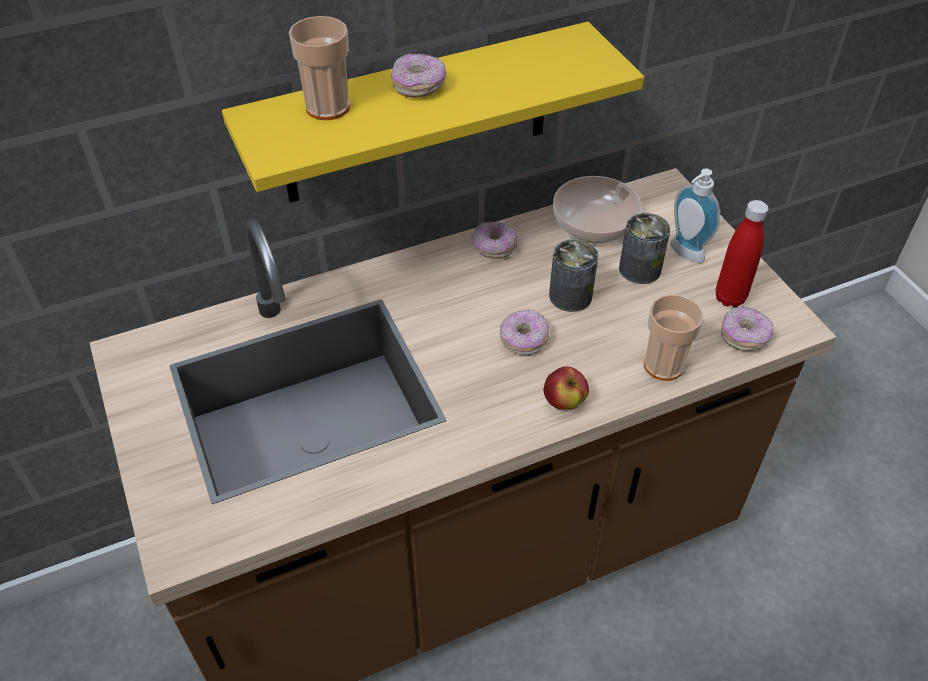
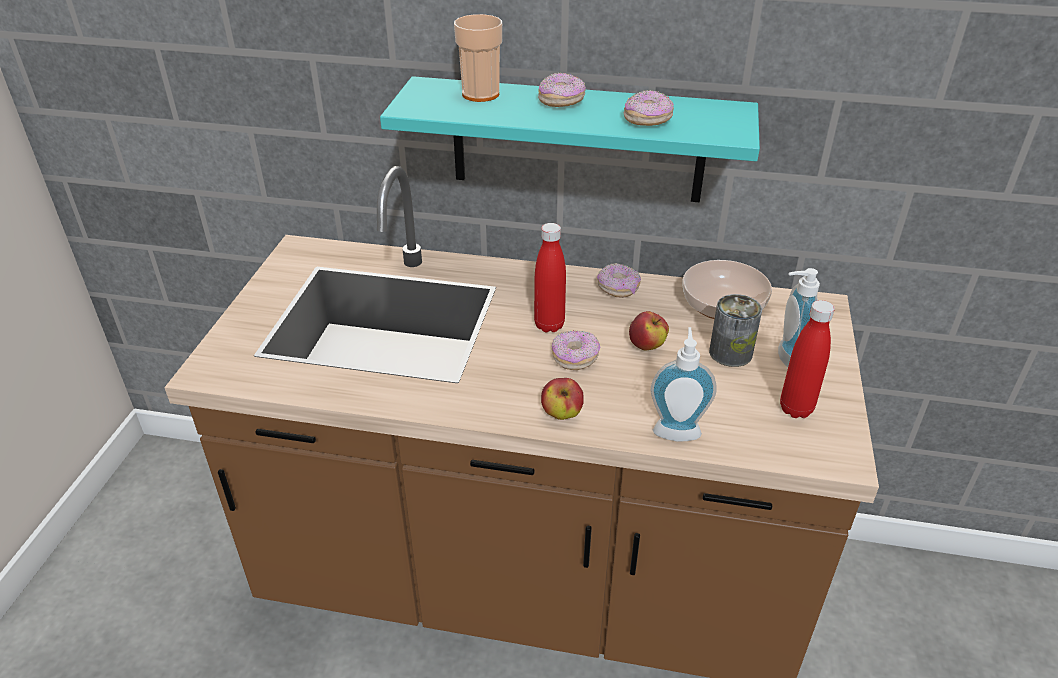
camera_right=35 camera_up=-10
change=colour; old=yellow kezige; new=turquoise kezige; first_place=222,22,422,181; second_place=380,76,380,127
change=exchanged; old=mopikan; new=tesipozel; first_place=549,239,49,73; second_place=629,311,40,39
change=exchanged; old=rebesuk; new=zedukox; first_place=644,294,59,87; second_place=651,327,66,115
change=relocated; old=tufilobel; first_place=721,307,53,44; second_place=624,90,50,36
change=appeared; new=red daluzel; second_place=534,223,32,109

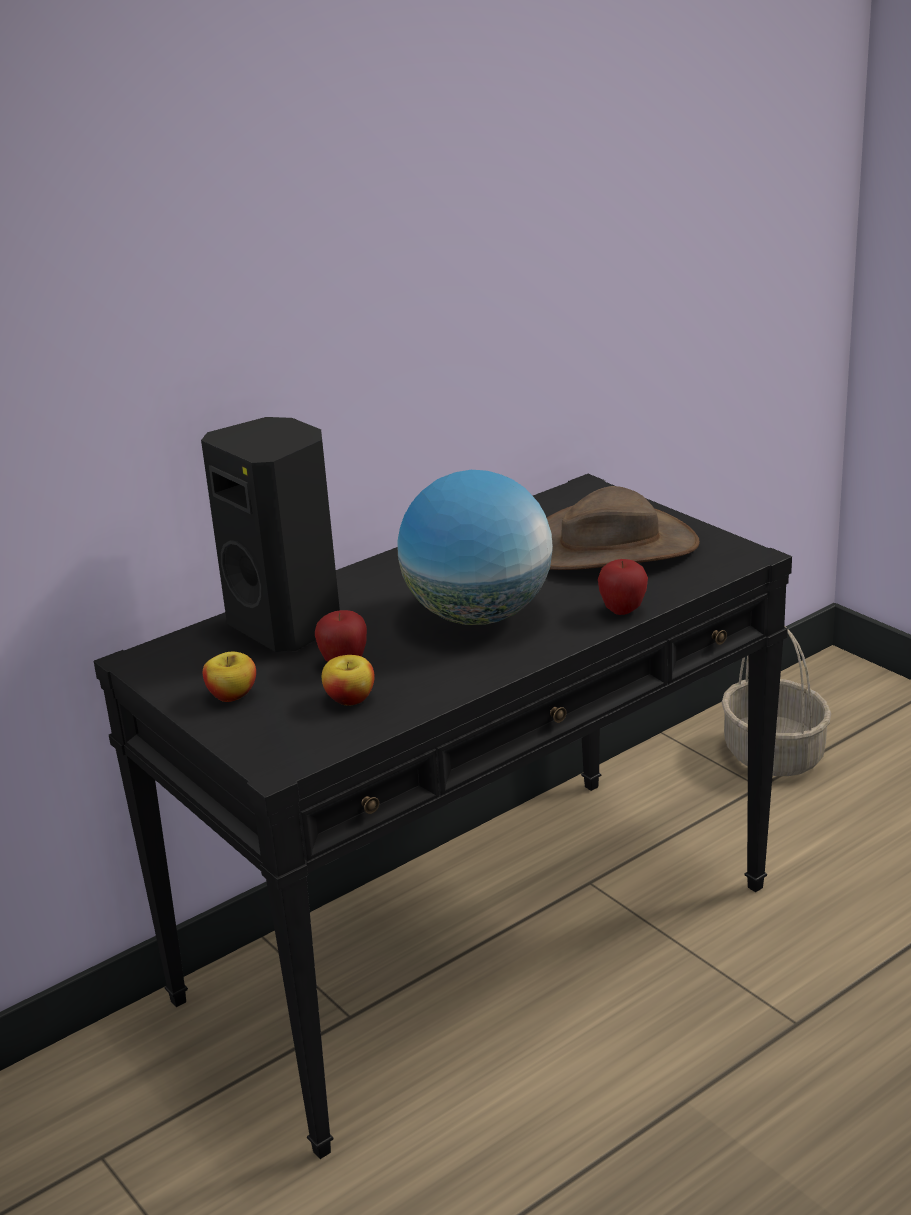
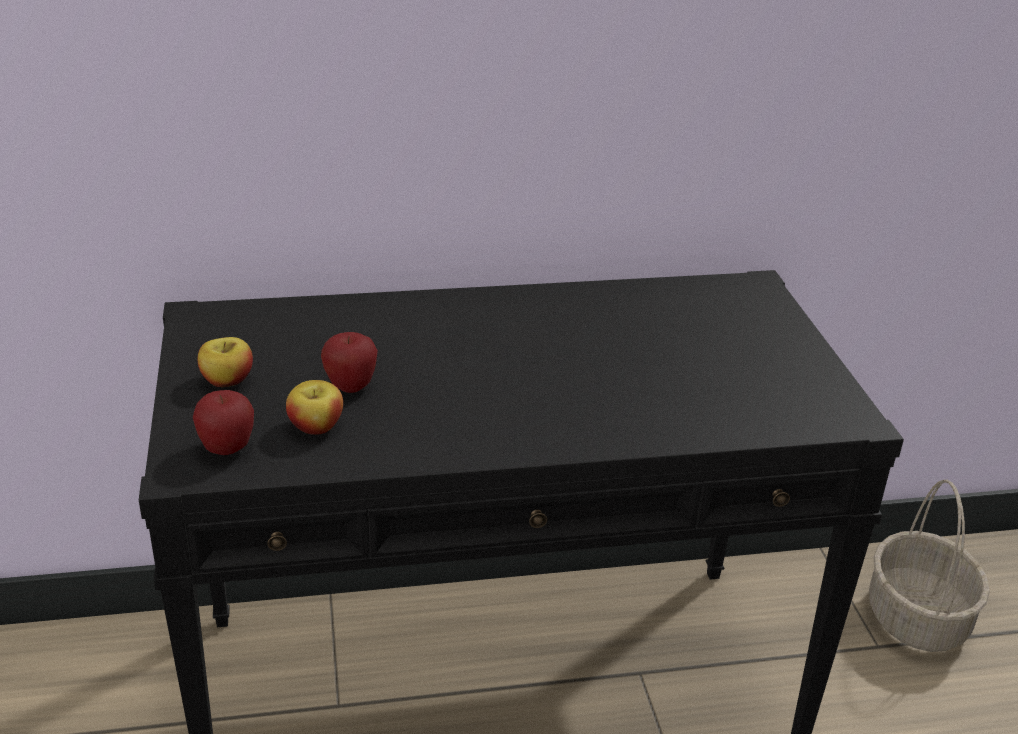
camera_right=25 camera_up=5
change=missing; old=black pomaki; first_place=201,417,139,235
change=missing; old=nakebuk; first_place=397,470,156,155
change=missing; old=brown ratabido; first_place=547,486,153,84
change=relocated; old=tesipozel; first_place=598,559,50,56; second_place=193,390,61,65

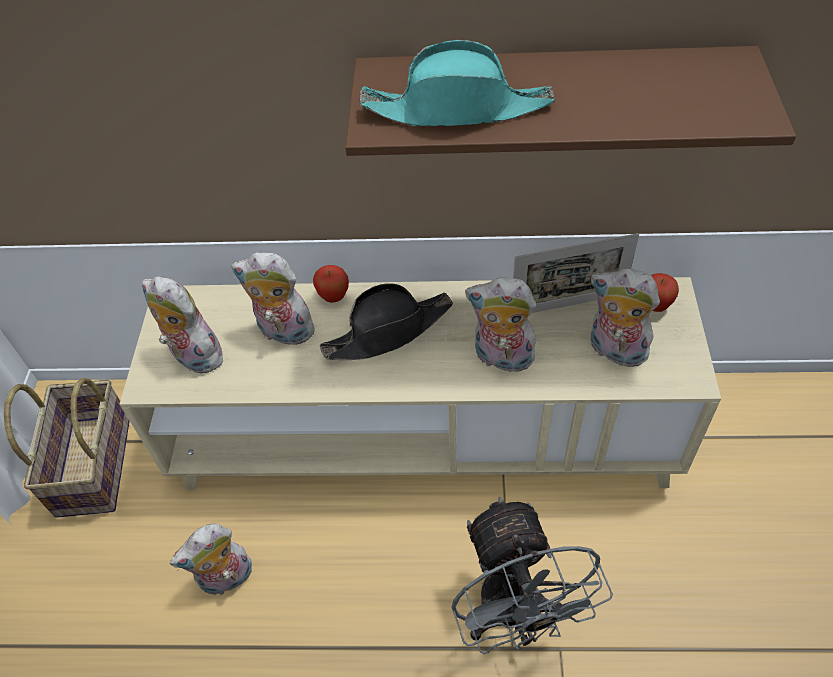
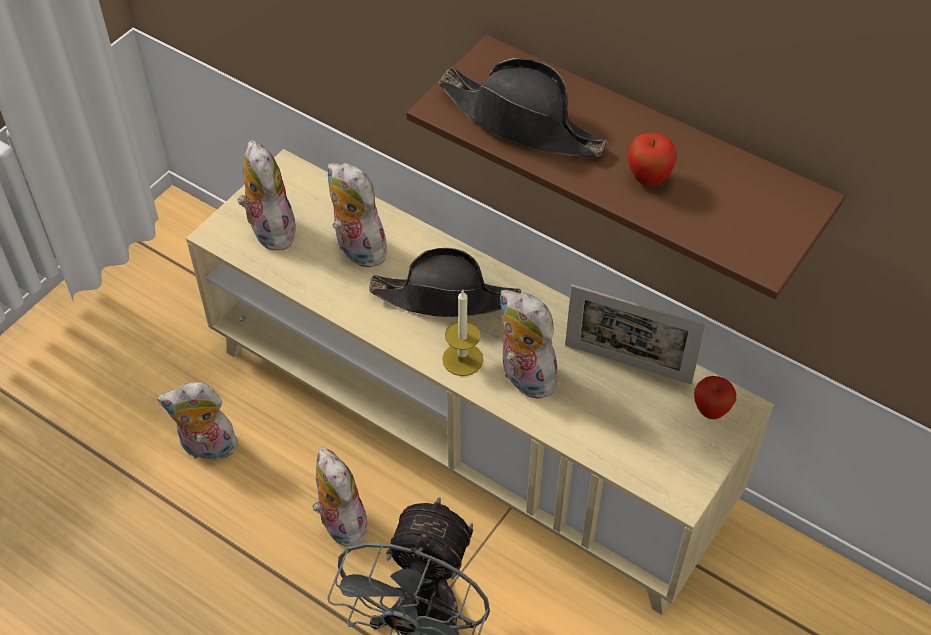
camera_right=30 camera_up=0
change=colour; old=turquoise ratabido; new=black ratabido; first_place=360,40,195,86; second_place=438,58,170,99
change=relocated; old=tesipozel; first_place=313,265,36,38; second_place=628,133,49,53
change=relocated; old=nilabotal; first_place=590,268,70,99; second_place=312,447,59,99
change=missing; old=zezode; first_place=4,378,126,140
change=appeared; new=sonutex; second_place=442,290,41,86

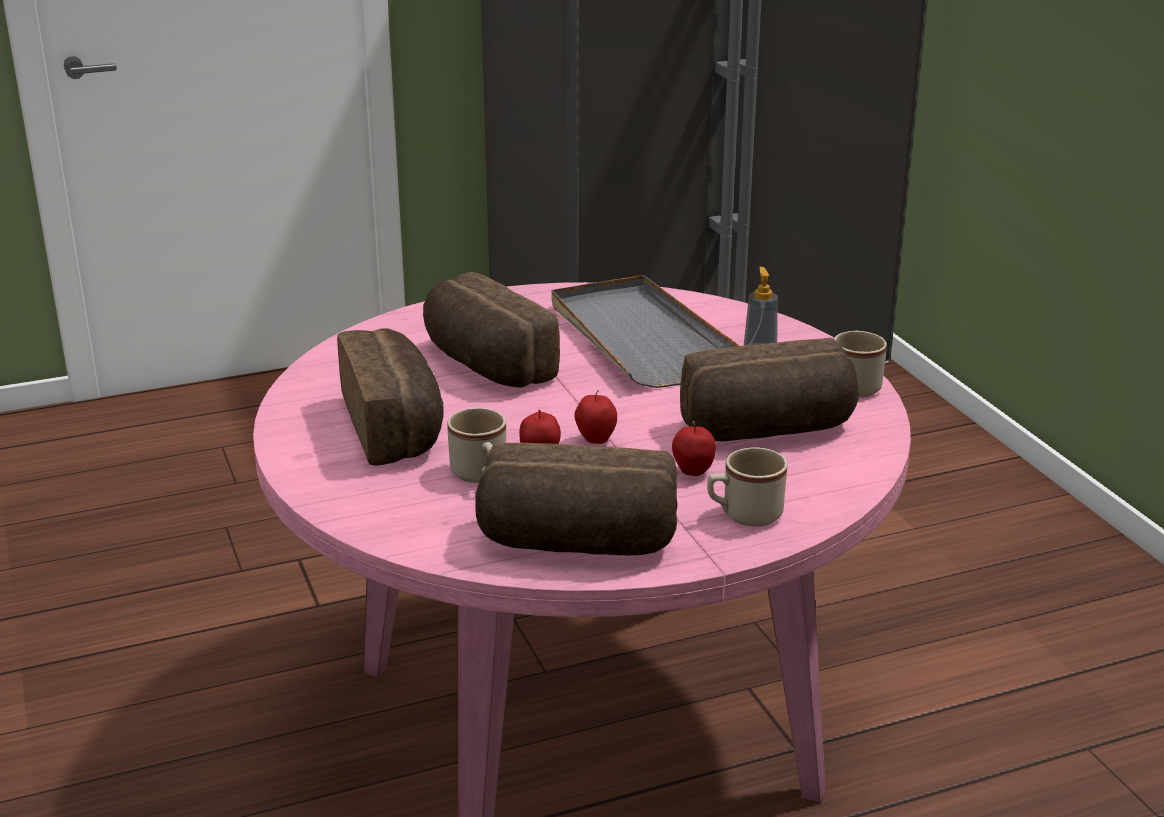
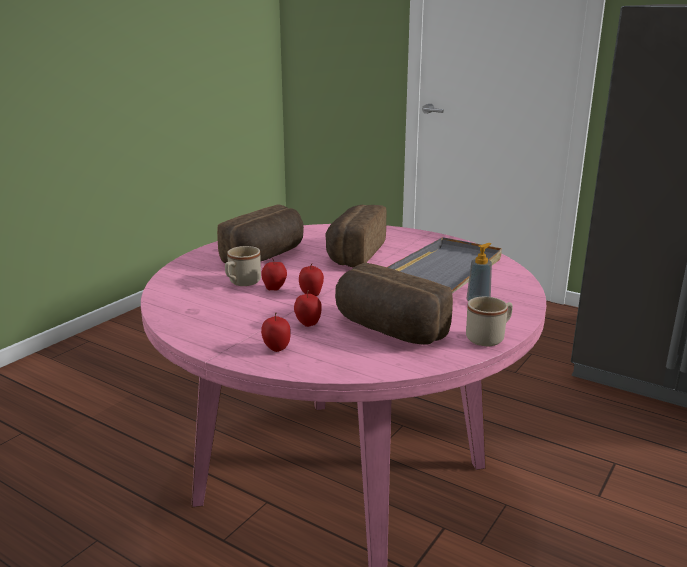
camera_right=55 camera_up=-5
change=missing; old=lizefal; first_place=475,443,203,112
change=exchanged; old=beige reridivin; new=tesipozel; first_place=707,447,81,80; second_place=261,313,29,39

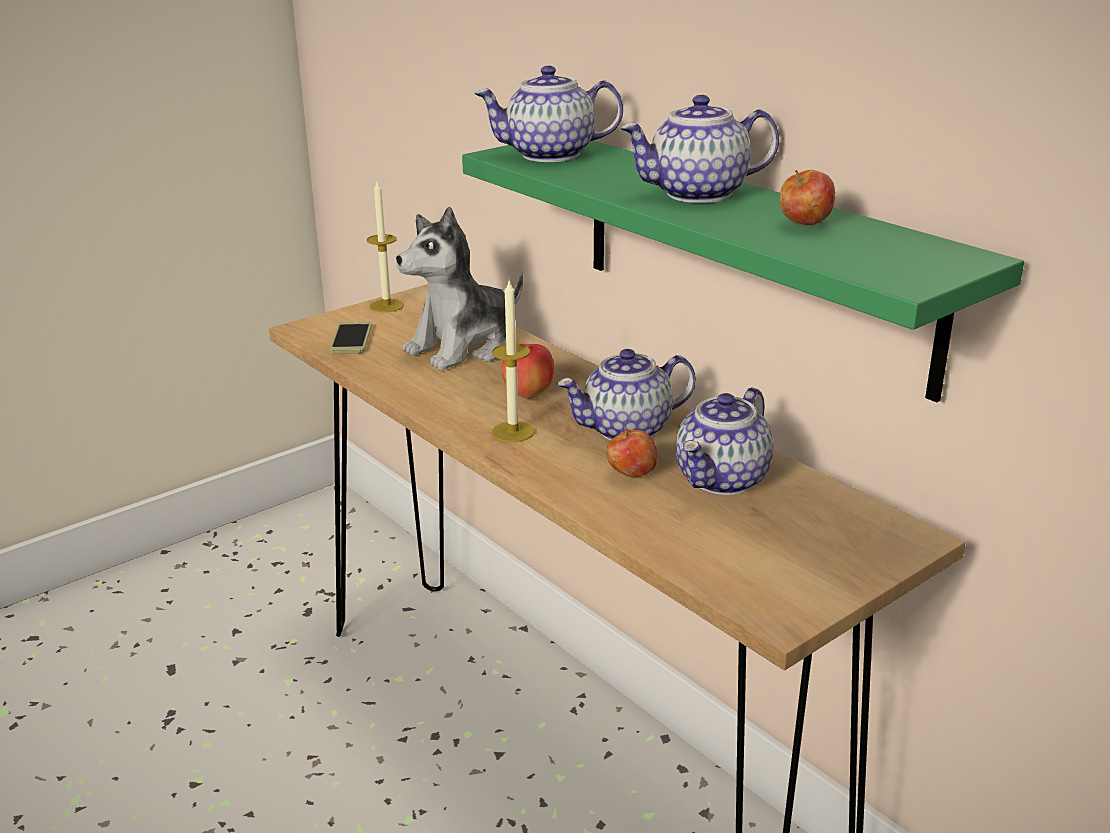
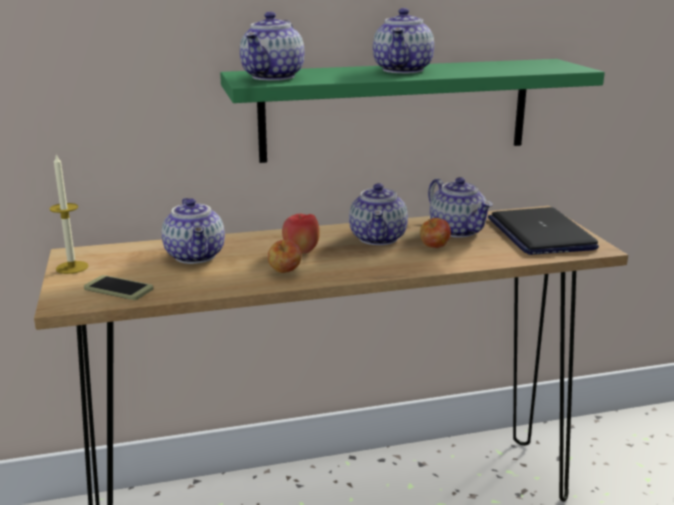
camera_right=-65 camera_up=-5
change=relocated; old=tesipozel; first_place=780,170,55,55; second_place=268,240,34,33
change=exchanged; old=nilabotal; new=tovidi; first_place=396,207,127,164; second_place=162,198,63,66
change=missing; old=sonutex; first_place=492,281,43,161
change=appeared; new=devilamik; second_place=488,207,111,48

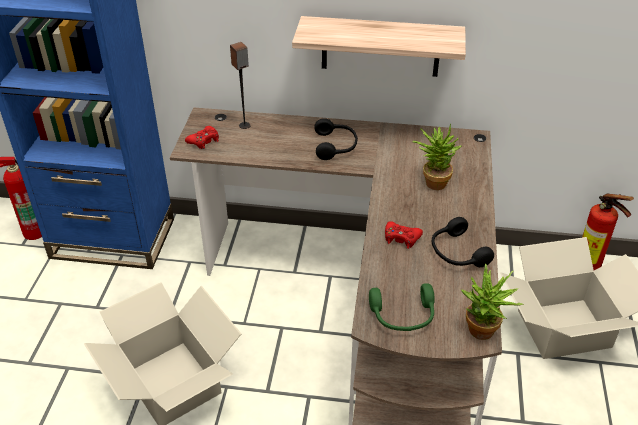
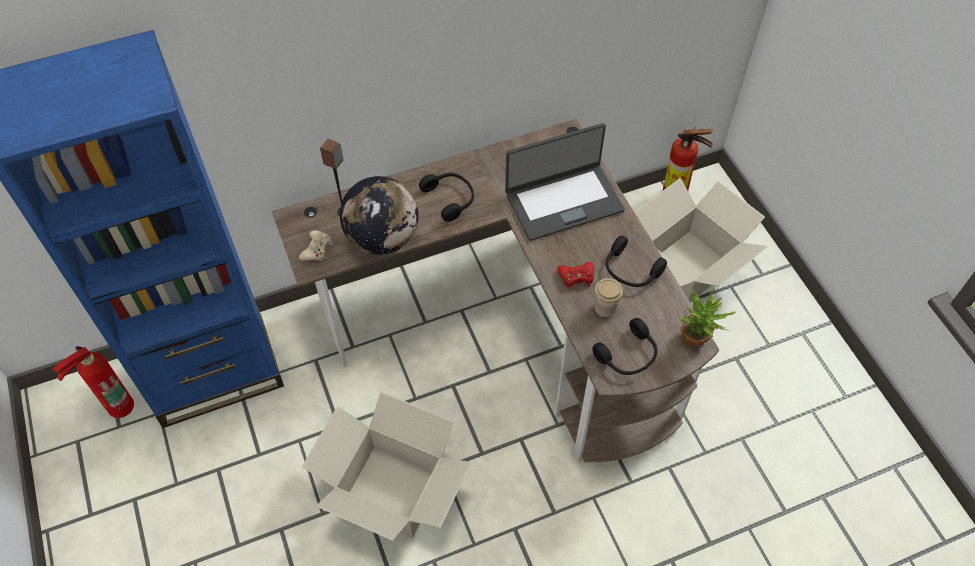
camera_right=-30 camera_up=15
change=missing; old=kezige; first_place=292,16,174,61
change=exchanged; old=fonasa; new=devilamik; first_place=412,123,49,67; second_place=505,123,120,118
change=colour; old=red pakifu; new=beige pakifu; first_place=185,126,34,23; second_place=299,230,34,31
change=colour; old=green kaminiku; new=black kaminiku; first_place=369,283,66,48; second_place=592,318,66,57
change=appeared; new=nakebuk; second_place=340,176,78,79
change=appeared; new=rebesuk; second_place=594,278,29,39

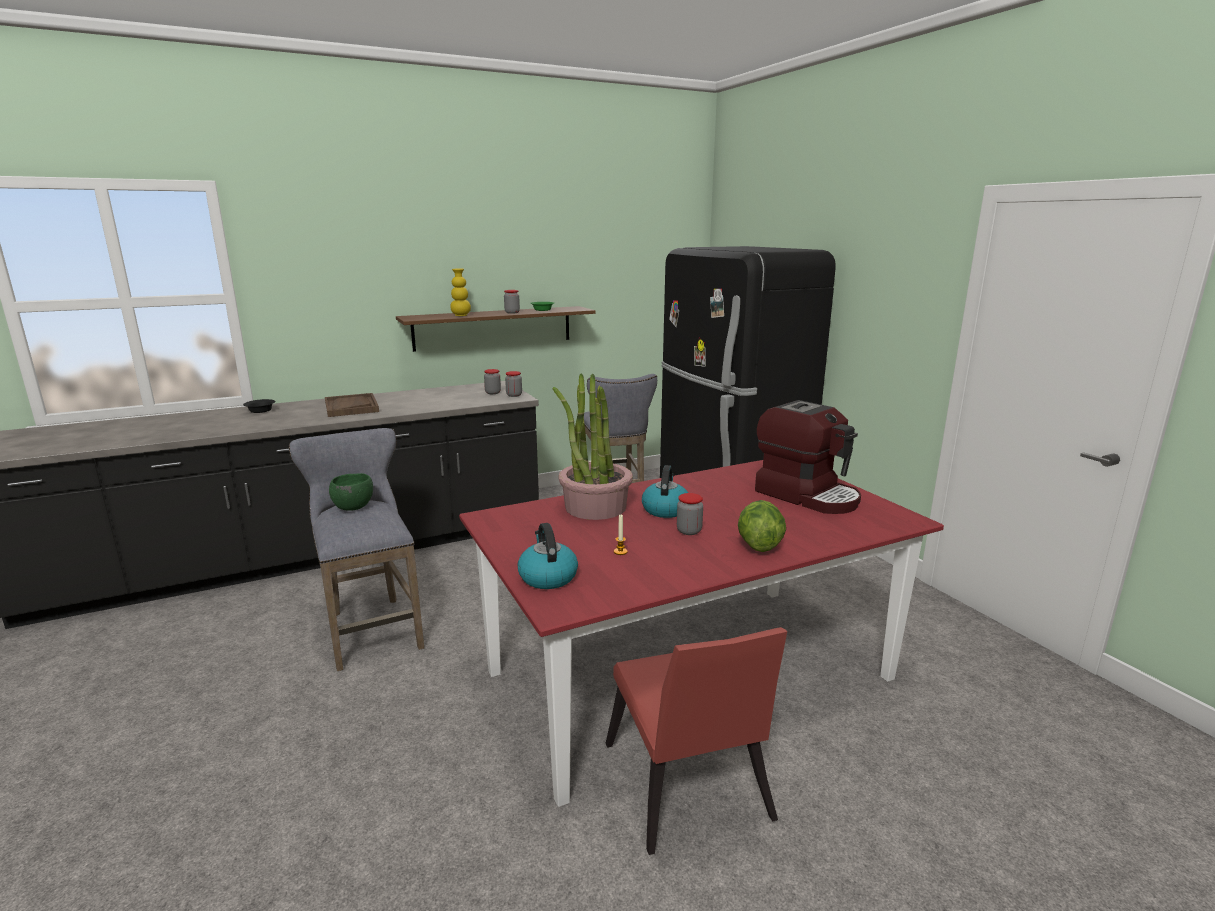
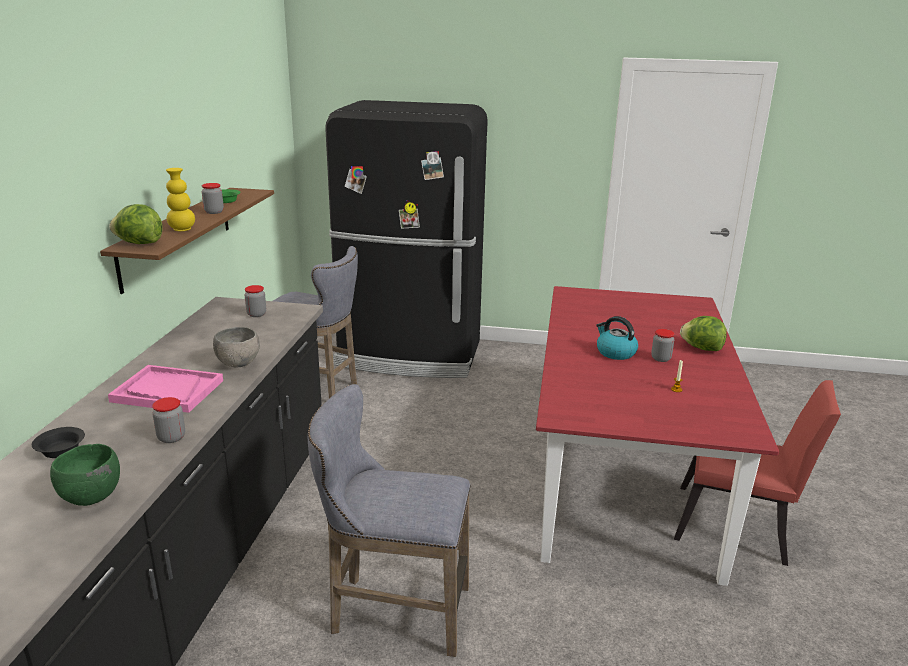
camera_right=-55 camera_up=5
change=relocated; old=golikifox; first_place=505,371,17,26; second_place=152,397,33,46
change=missing; old=fonasa; first_place=552,373,81,147
change=colour; old=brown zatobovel; new=pink zatobovel; first_place=325,393,54,24; second_place=108,365,115,48
change=missing; old=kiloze; first_place=755,400,106,114
change=relocated; old=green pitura; first_place=329,473,44,38; second_place=50,444,70,62
change=missing; old=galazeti; first_place=518,523,60,66
change=appeared; new=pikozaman; second_place=109,204,54,40
change=appeared; new=grey pitura; second_place=213,327,47,40

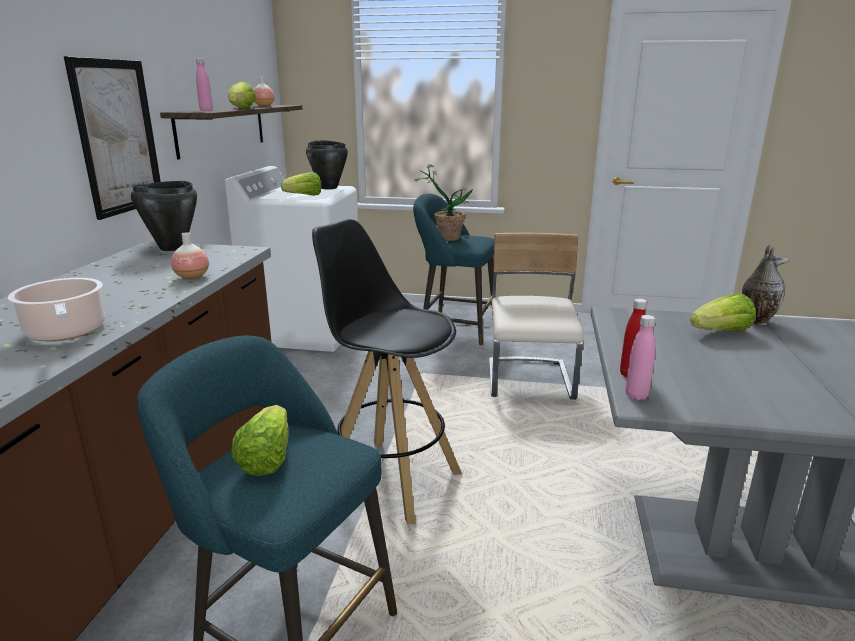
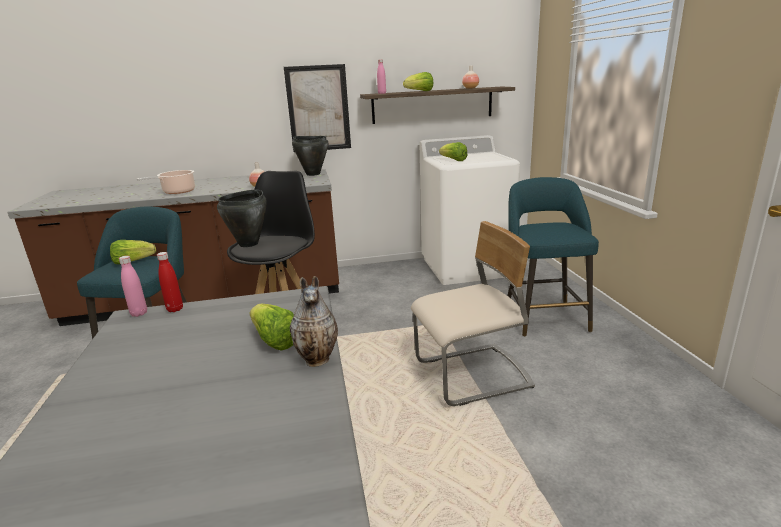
camera_right=70 camera_up=0
change=relocated; old=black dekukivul; first_place=306,140,42,49; second_place=217,190,50,57
change=missing; old=fonasa; first_place=414,164,60,77

